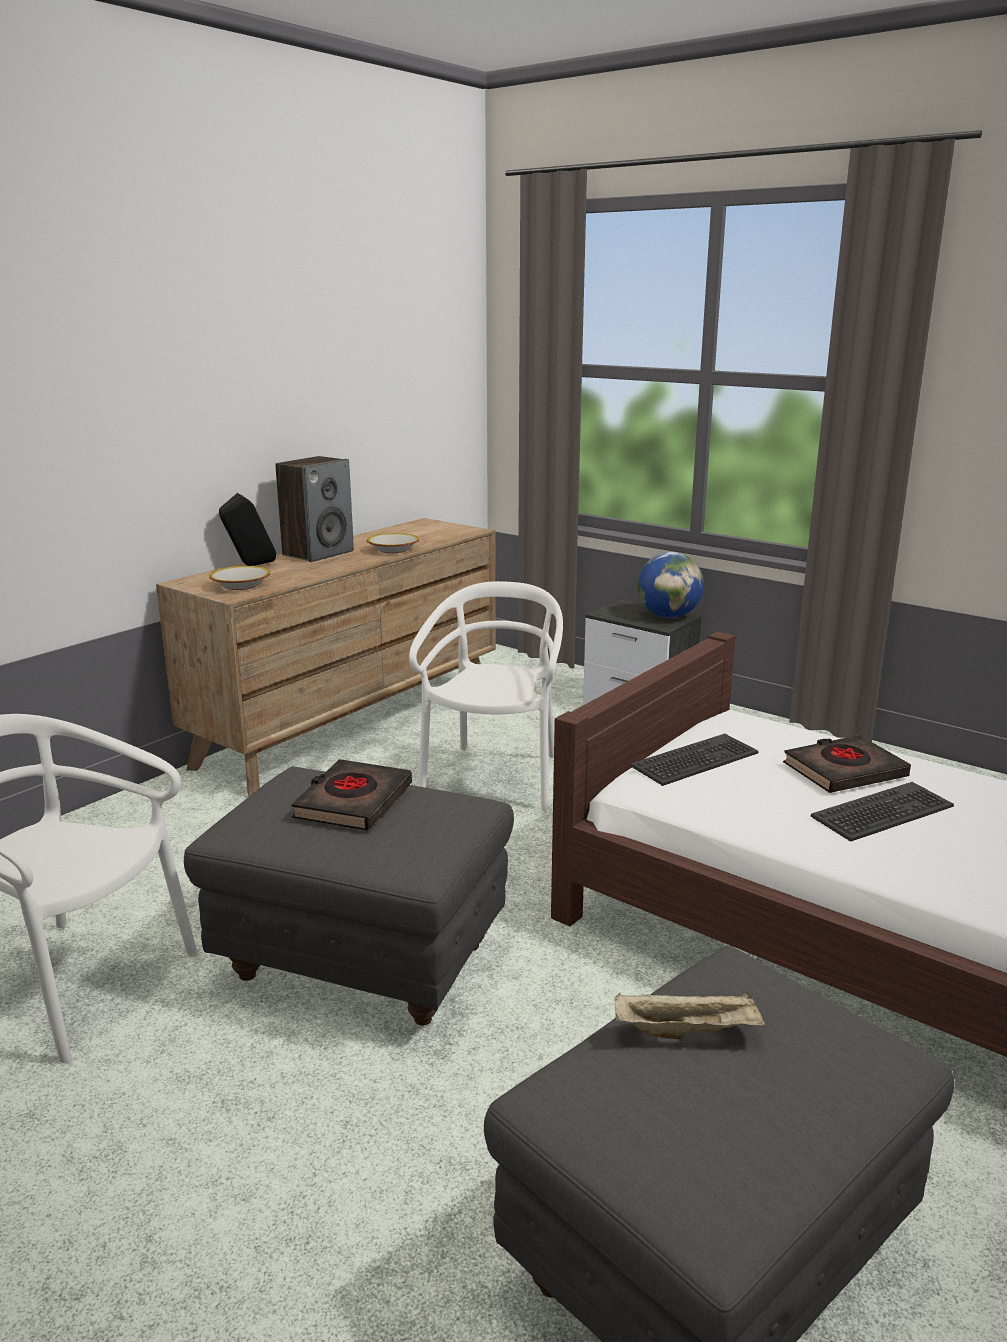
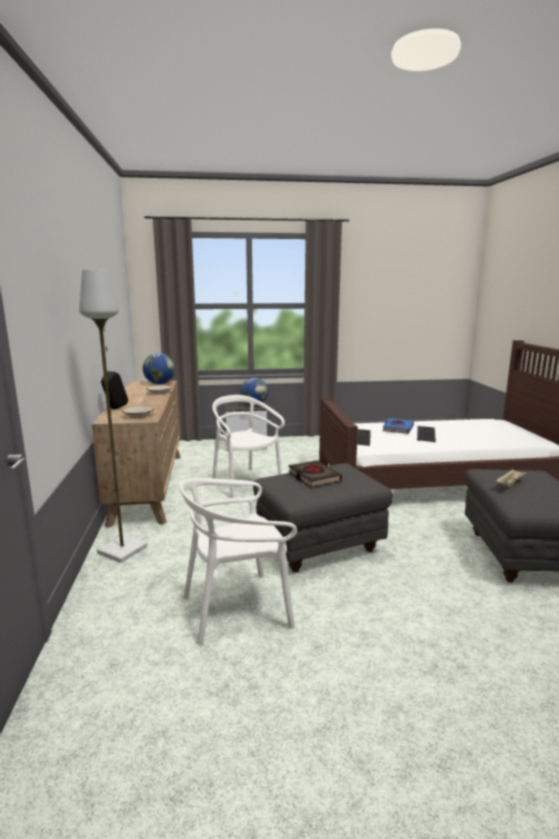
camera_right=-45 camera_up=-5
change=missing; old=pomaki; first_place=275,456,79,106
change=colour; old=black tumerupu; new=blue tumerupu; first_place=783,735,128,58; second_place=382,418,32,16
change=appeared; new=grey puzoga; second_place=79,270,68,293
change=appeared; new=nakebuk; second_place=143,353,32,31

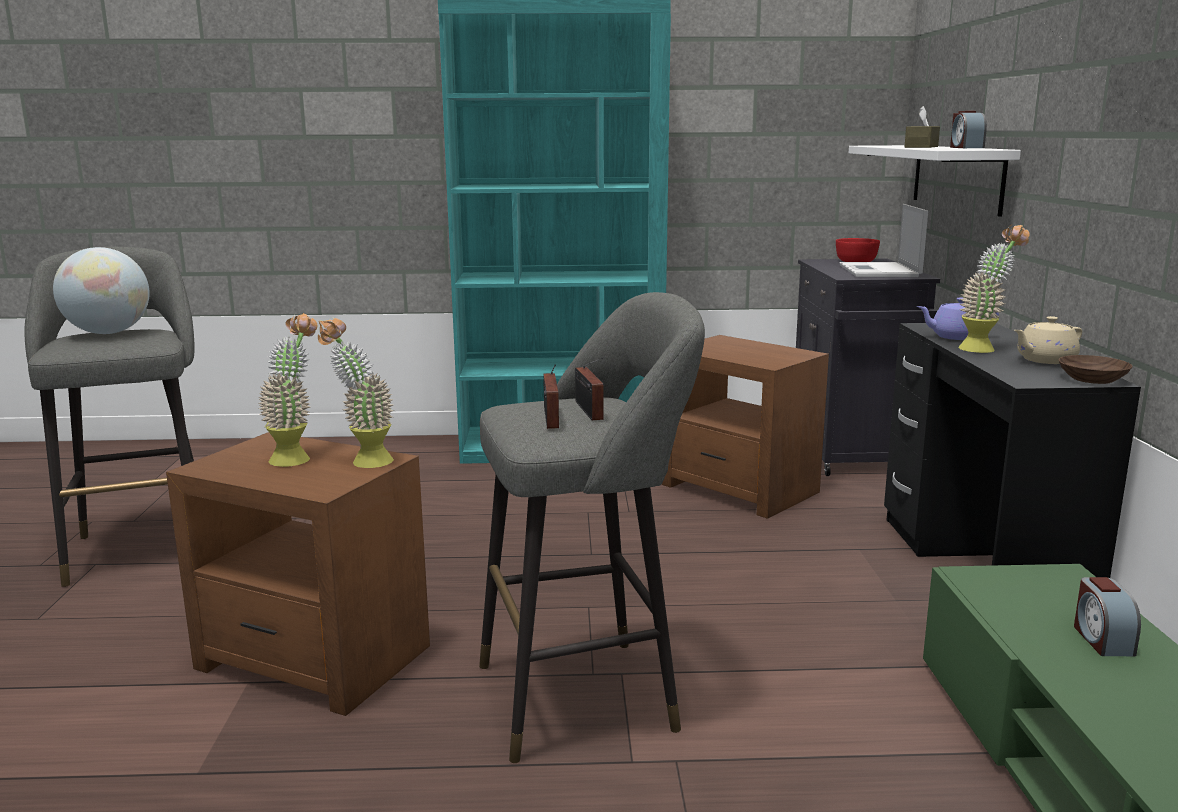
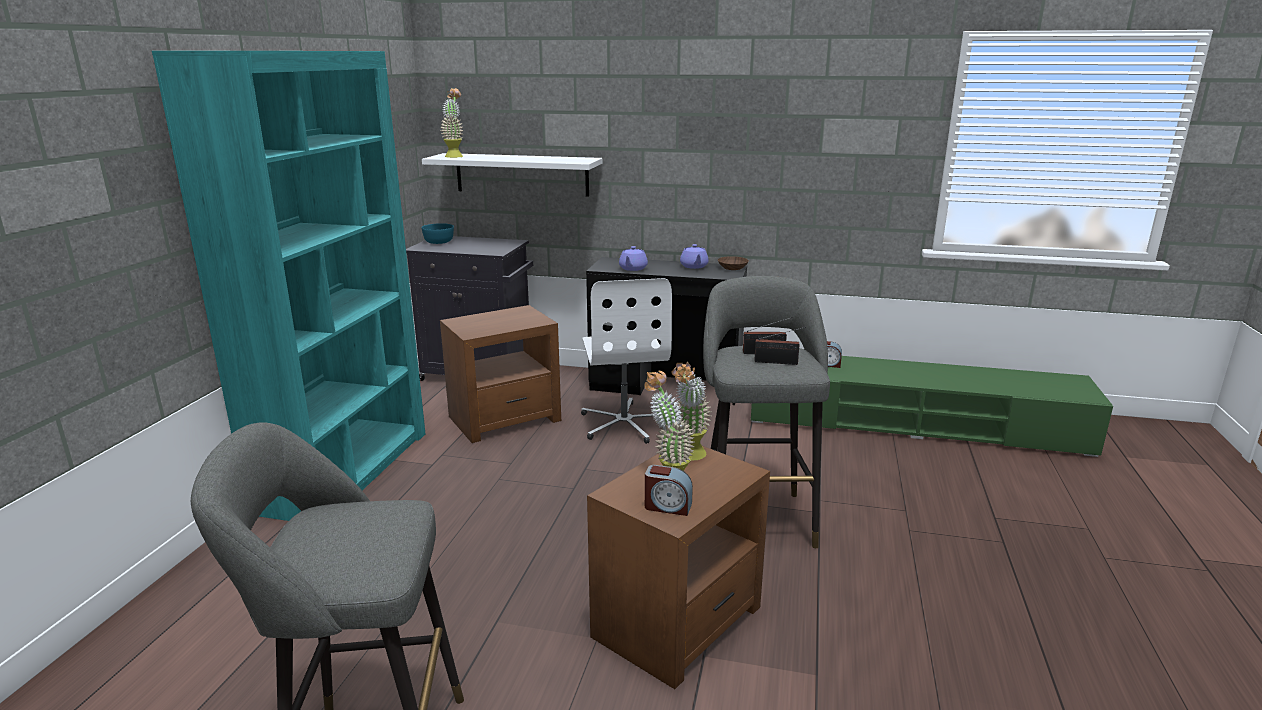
camera_right=-75 camera_up=5
change=missing; old=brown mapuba; first_place=905,106,35,42
change=relocated; old=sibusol; first_place=950,111,37,37; second_place=645,465,48,51
change=missing; old=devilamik; first_place=840,204,88,73
change=relocated; old=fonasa; first_place=958,224,72,129; second_place=440,88,24,70
change=colour; old=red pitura; new=turquoise pitura; first_place=836,238,44,24; second_place=421,223,33,21
change=missing; old=nakebuk; first_place=53,247,97,87
change=colour; old=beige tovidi; new=purple tovidi; first_place=1014,316,68,48; second_place=680,244,29,25
change=appeared; new=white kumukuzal; second_place=581,278,91,166

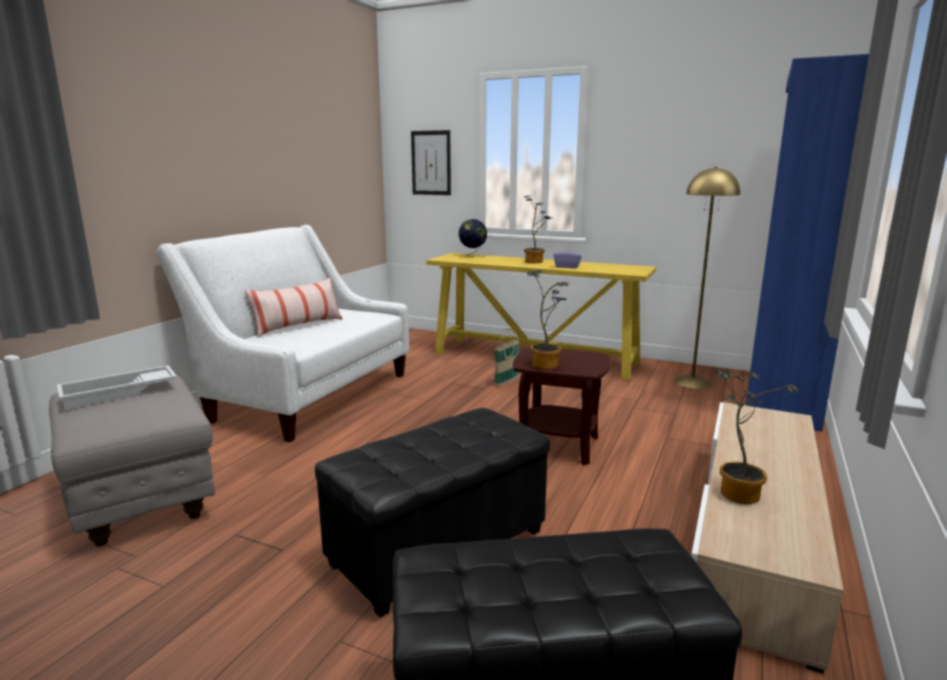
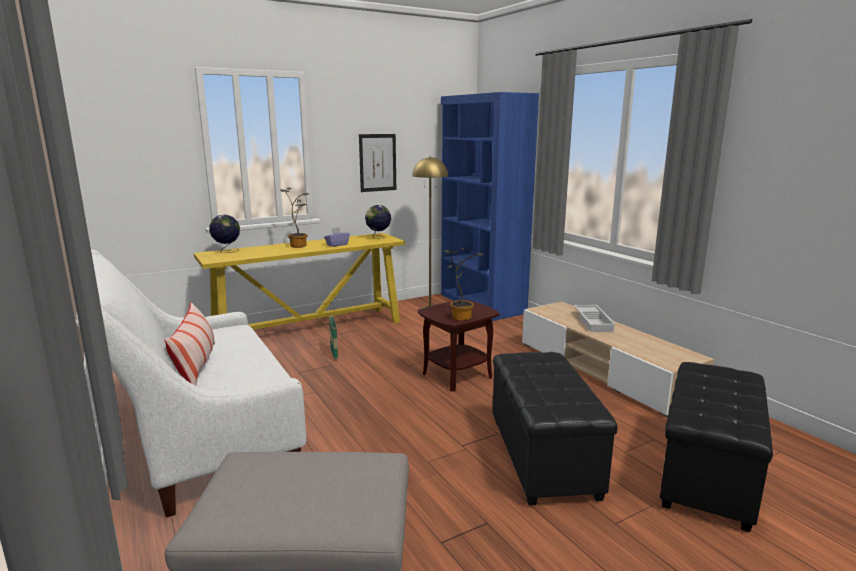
camera_right=-55 camera_up=0
change=relocated; old=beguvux; first_place=411,130,40,65; second_place=359,134,37,58
change=relocated; old=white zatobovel; first_place=57,365,120,45; second_place=574,305,42,27
change=missing; old=fonasa; first_place=716,371,83,133
change=appeared; new=nakebuk; second_place=365,205,26,34

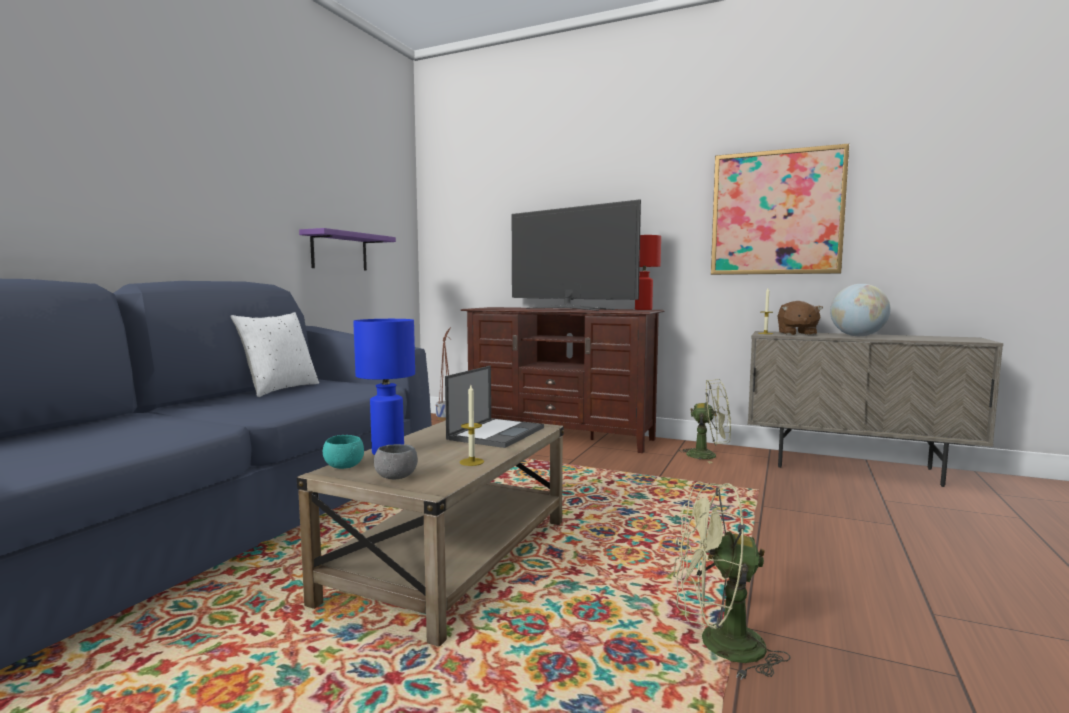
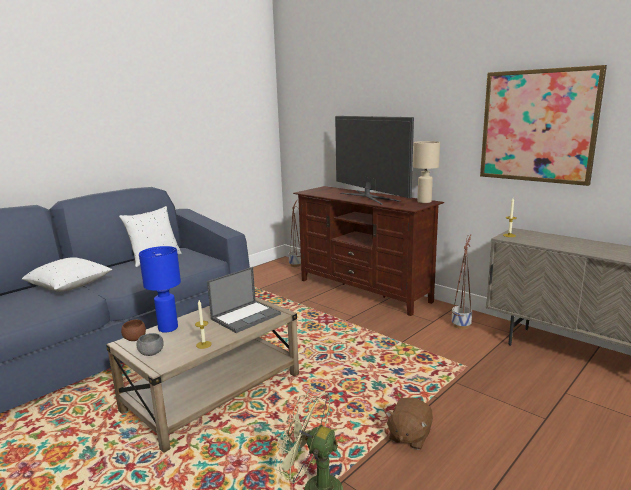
camera_right=20 camera_up=10
change=missing; old=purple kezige; first_place=299,228,97,42
change=colour; old=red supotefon; new=beige supotefon; first_place=635,235,26,75; second_place=413,141,27,62
change=missing; old=nakebuk; first_place=830,284,60,52
change=relocated; old=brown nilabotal; first_place=777,301,46,34; second_place=386,397,47,53
change=exchanged; old=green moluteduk; new=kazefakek; first_place=679,379,52,84; second_place=452,234,20,95
change=colour; old=turquoise pitura; new=brown pitura; first_place=323,435,41,34; second_place=121,320,25,21
change=appeared; new=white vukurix; second_place=22,257,90,35

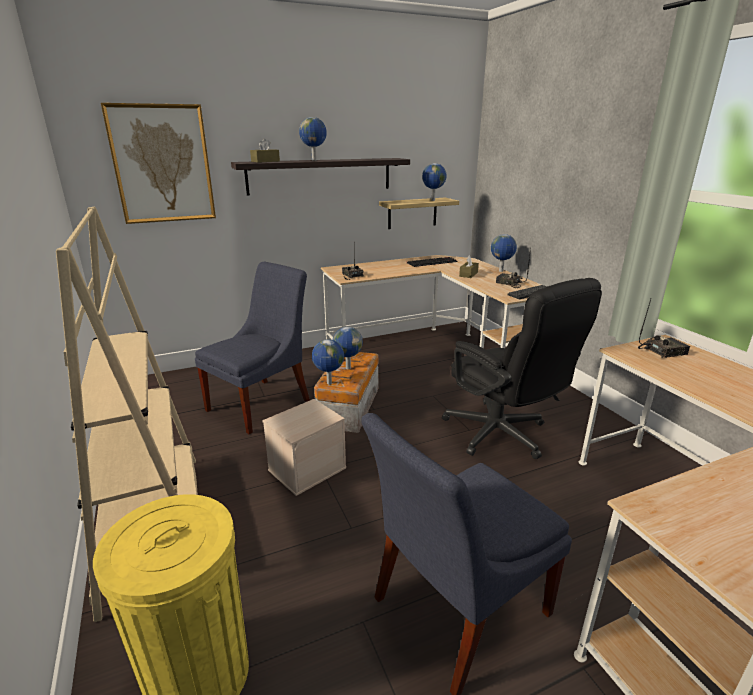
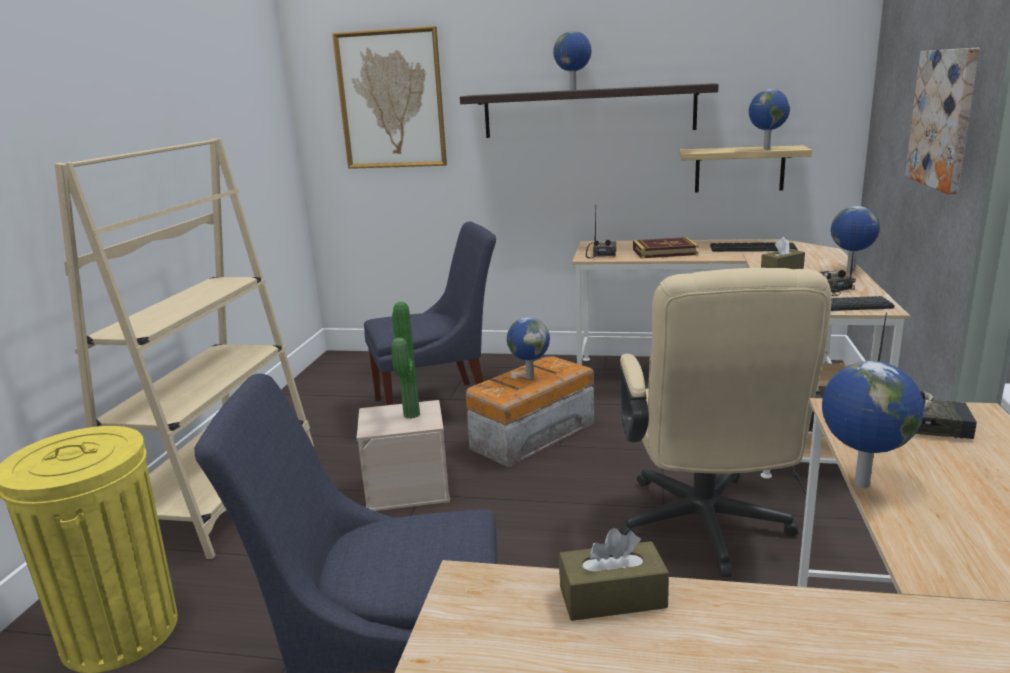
camera_right=35 camera_up=-5
change=relocated; old=brown mapuba; first_place=250,138,30,25; second_place=559,528,110,93
change=colour; old=black kumukuzal; new=beige kumukuzal; first_place=442,278,160,181; second_place=620,268,212,309
change=relocated; old=nakebuk; first_place=312,339,32,46; second_place=822,361,102,127
change=appeared; new=beguvux; second_place=905,48,74,146
change=appeared; new=tumerupu; second_place=633,237,65,21
change=appeared; new=fonasa; second_place=391,302,29,117

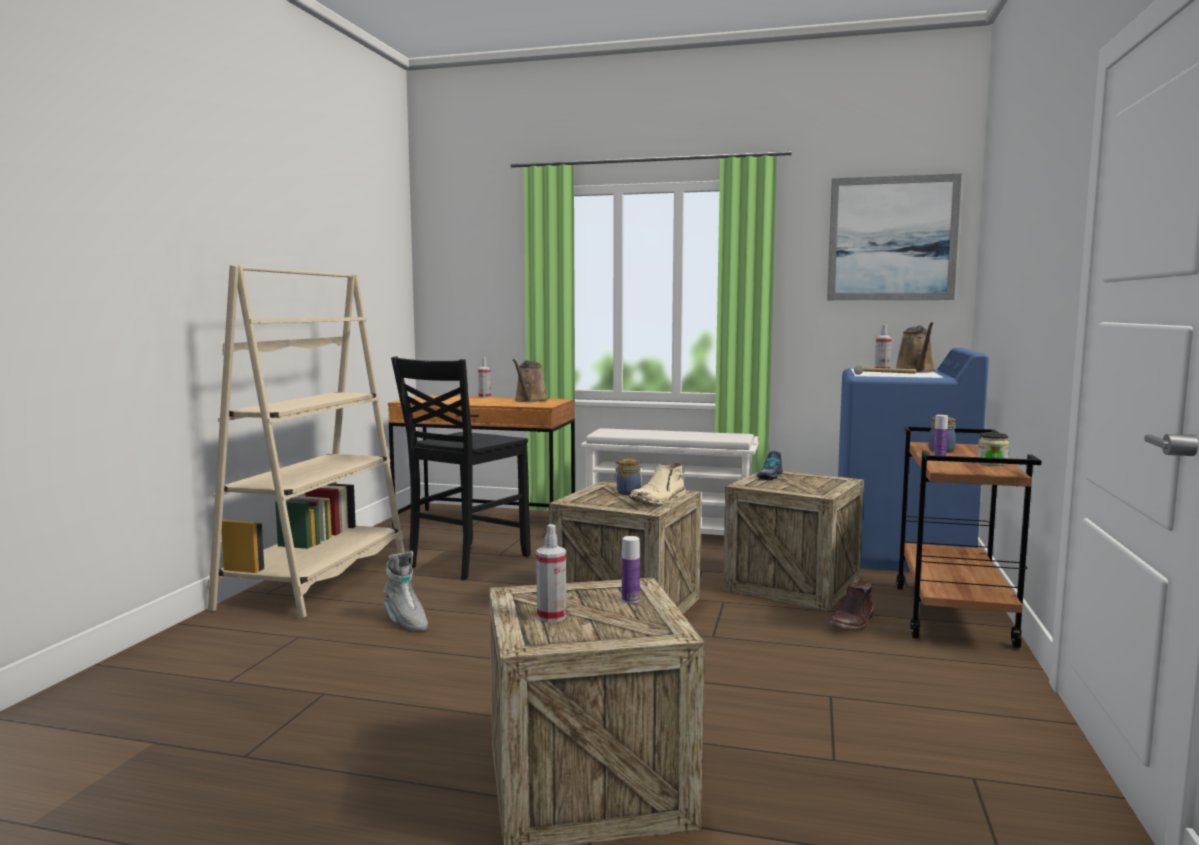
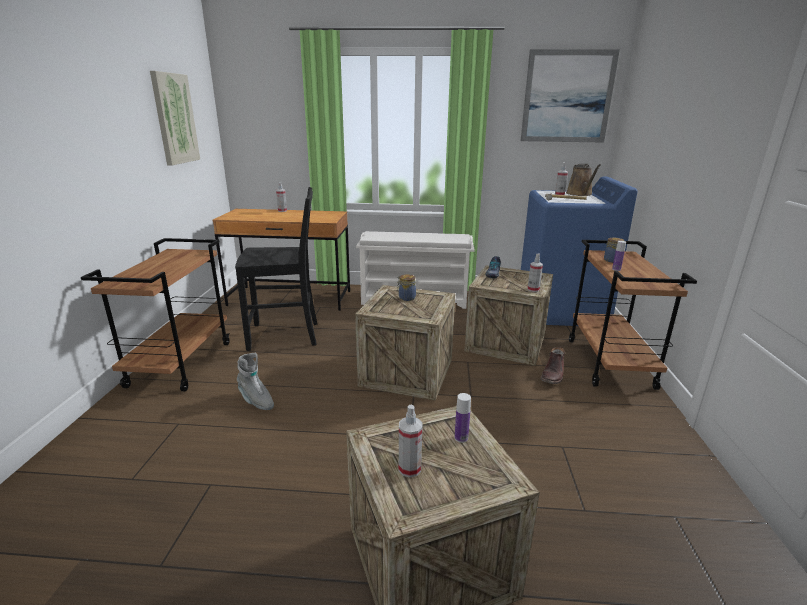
camera_right=-10 camera_up=15
change=exchanged; old=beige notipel; new=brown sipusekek; first_place=207,265,198,353; second_place=81,238,149,153
change=spun; old=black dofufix; first_place=391,356,140,224; second_place=235,187,83,164; degrees=-120
change=missing; old=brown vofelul; first_place=513,359,36,43
change=missing; old=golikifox; first_place=978,432,31,34
change=missing; old=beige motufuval; first_place=629,463,57,41
change=appeared; new=beguvux; second_place=150,71,50,95
change=appeared; new=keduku; second_place=528,253,15,39

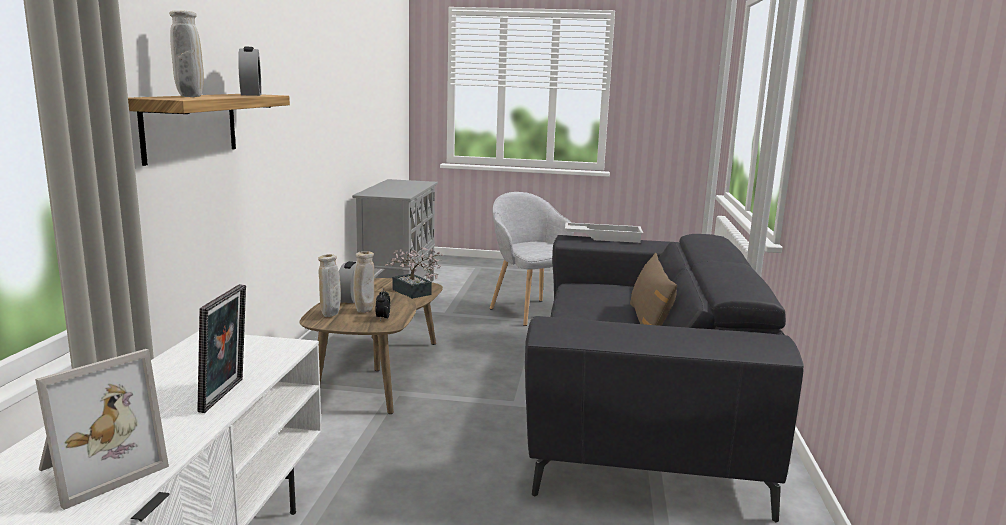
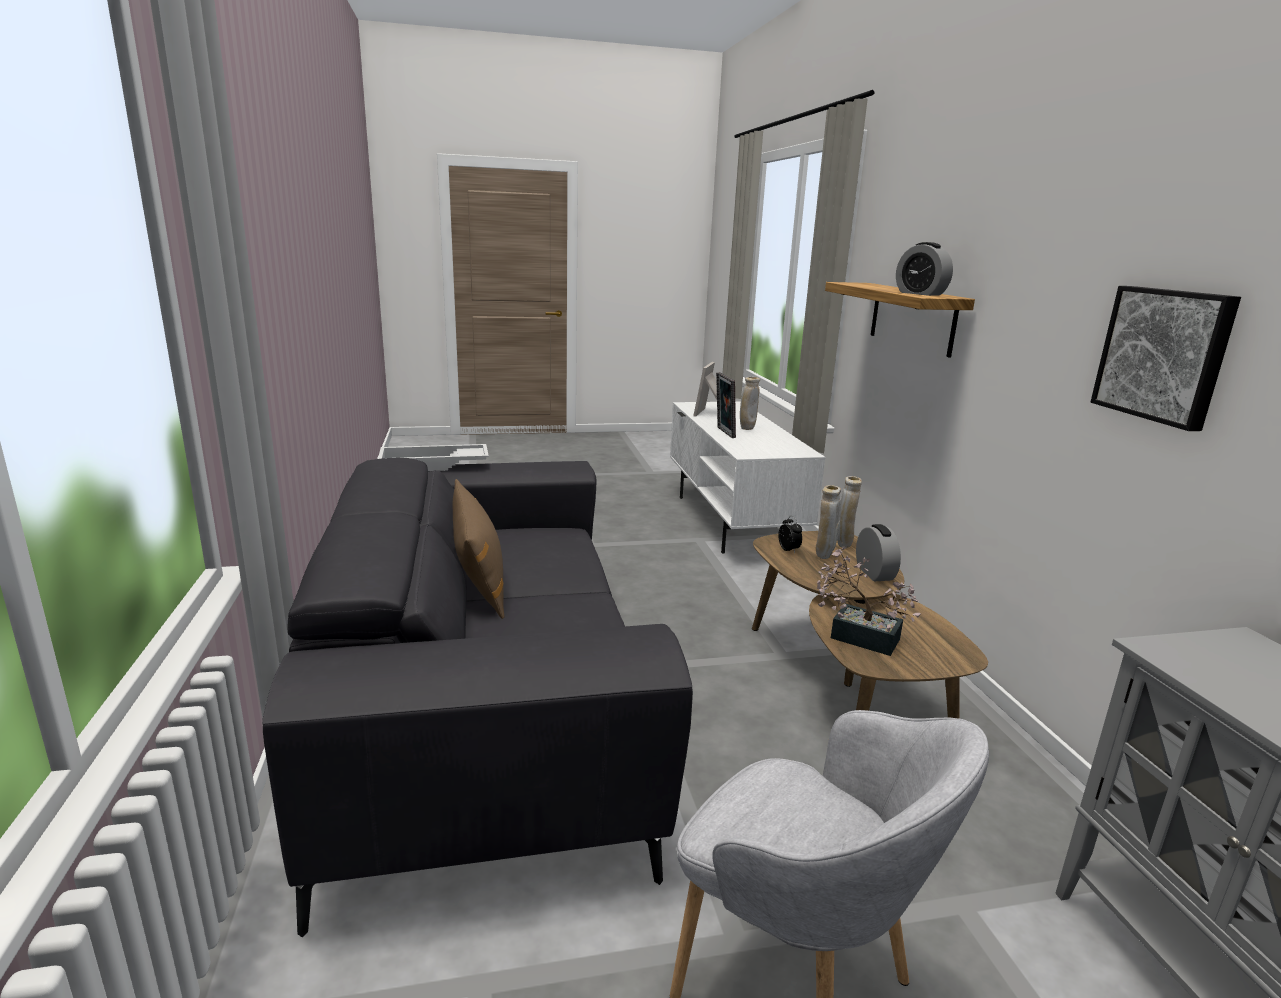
camera_right=160 camera_up=5
change=relocated; old=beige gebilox; first_place=169,10,35,87; second_place=740,377,20,53
change=relocated; old=white zatobovel; first_place=565,222,78,21; second_place=378,444,111,27
change=appeared; new=beguvux; second_place=1091,286,150,145

